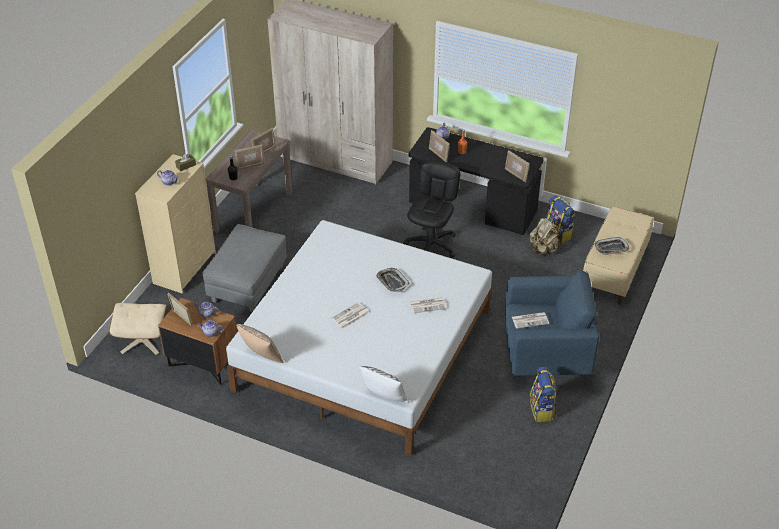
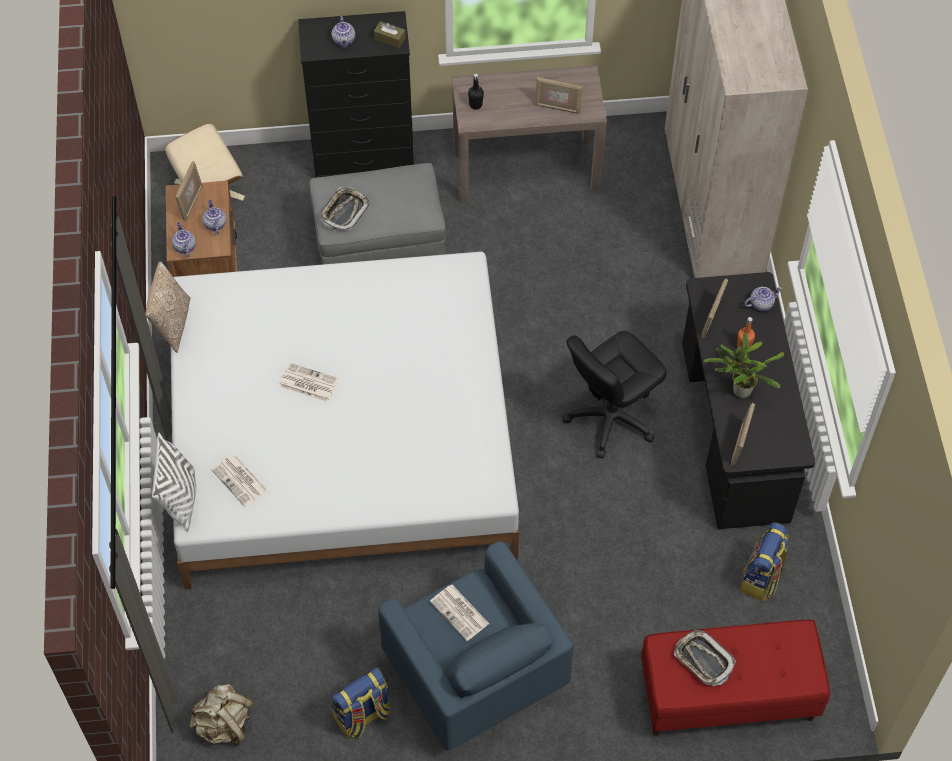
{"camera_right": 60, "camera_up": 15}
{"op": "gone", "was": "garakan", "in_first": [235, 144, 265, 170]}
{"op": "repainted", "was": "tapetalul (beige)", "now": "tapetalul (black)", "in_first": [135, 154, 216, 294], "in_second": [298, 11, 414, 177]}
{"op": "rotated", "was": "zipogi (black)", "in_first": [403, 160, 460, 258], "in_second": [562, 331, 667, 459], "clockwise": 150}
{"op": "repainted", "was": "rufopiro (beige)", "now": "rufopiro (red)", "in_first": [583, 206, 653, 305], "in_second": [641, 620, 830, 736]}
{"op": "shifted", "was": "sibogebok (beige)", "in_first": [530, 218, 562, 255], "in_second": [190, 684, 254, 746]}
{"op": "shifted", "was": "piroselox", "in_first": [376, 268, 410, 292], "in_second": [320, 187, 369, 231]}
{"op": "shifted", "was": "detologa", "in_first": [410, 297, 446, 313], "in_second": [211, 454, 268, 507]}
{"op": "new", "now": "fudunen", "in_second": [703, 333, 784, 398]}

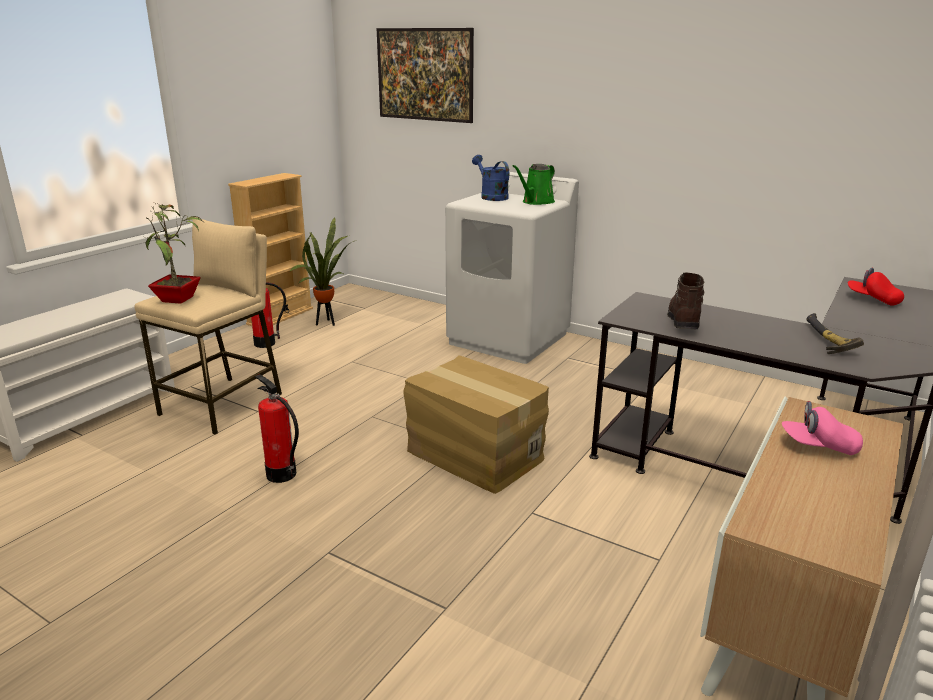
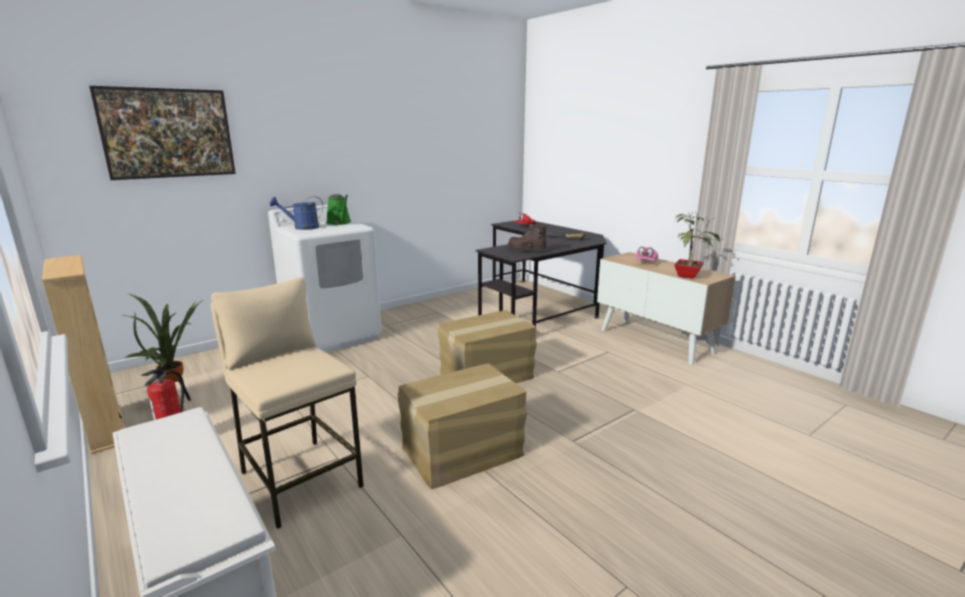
{"camera_right": -70, "camera_up": -5}
{"op": "shifted", "was": "fudunen", "in_first": [145, 203, 203, 304], "in_second": [674, 213, 720, 279]}
{"op": "swapped", "was": "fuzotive", "now": "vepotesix", "in_first": [255, 374, 299, 483], "in_second": [397, 363, 527, 489]}

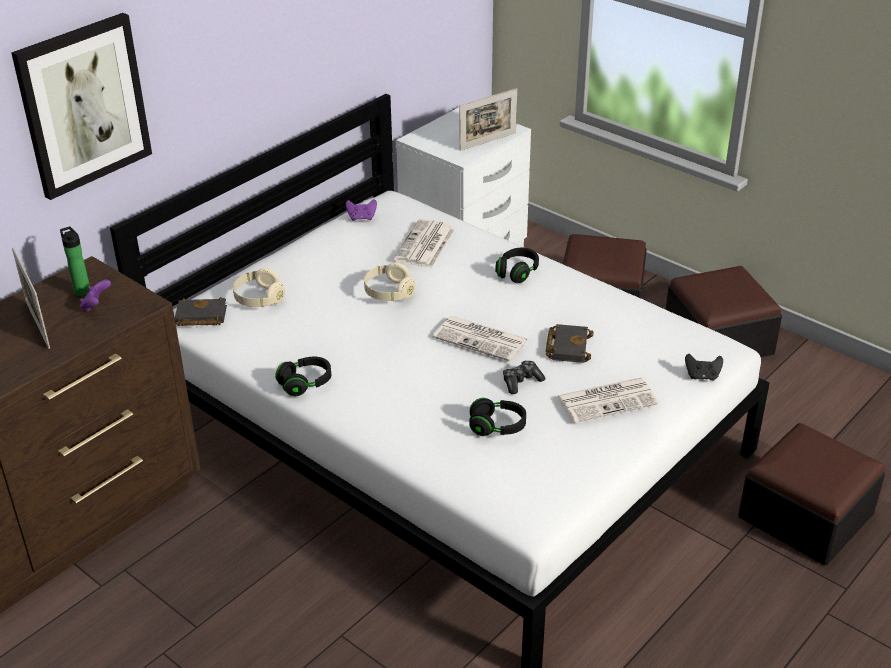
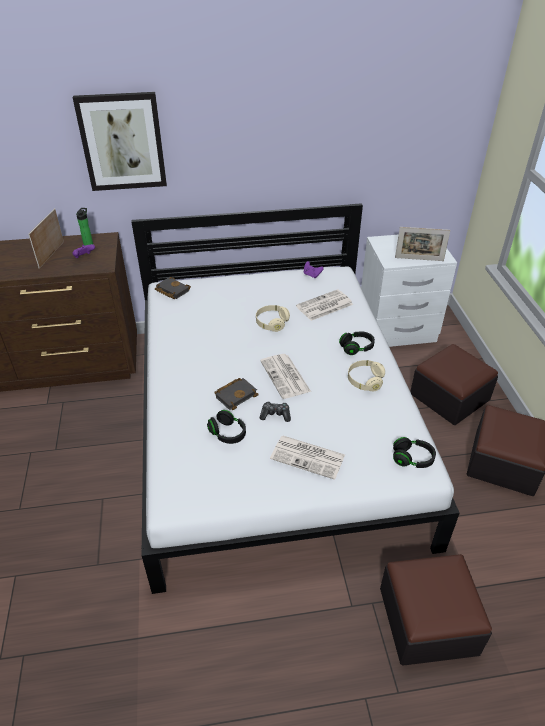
{"camera_right": 40, "camera_up": 5}
{"op": "shifted", "was": "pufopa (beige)", "in_first": [233, 268, 285, 307], "in_second": [348, 360, 385, 392]}
{"op": "shifted", "was": "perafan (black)", "in_first": [546, 324, 594, 363], "in_second": [214, 378, 258, 410]}
{"op": "gone", "was": "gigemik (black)", "in_first": [685, 354, 723, 381]}
{"op": "shifted", "was": "pufopa (black)", "in_first": [275, 357, 331, 396], "in_second": [393, 437, 436, 468]}

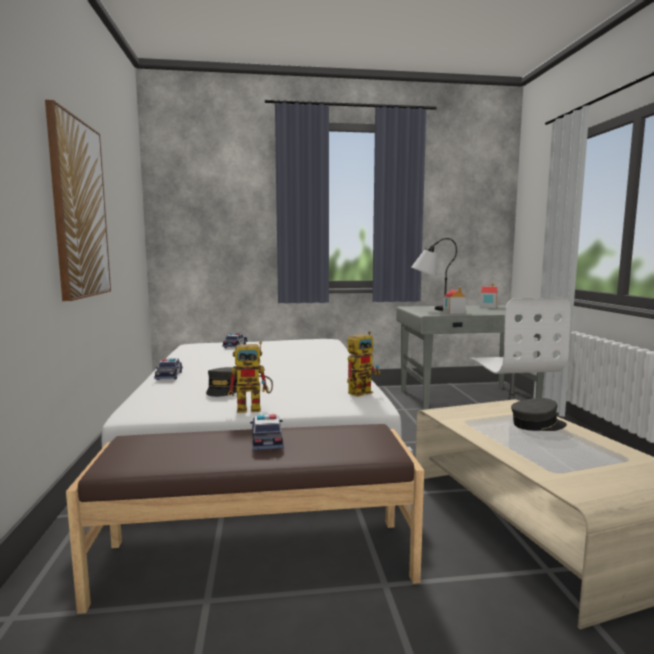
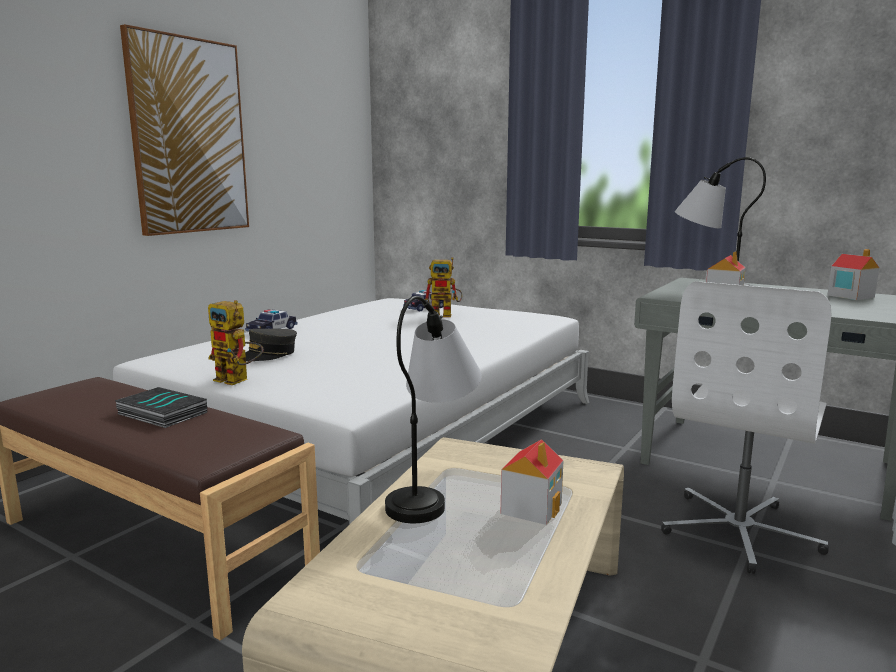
{"camera_right": 40, "camera_up": 5}
{"op": "shifted", "was": "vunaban", "in_first": [347, 331, 380, 397], "in_second": [425, 257, 463, 317]}
{"op": "swapped", "was": "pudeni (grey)", "now": "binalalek", "in_first": [511, 398, 567, 431], "in_second": [500, 439, 564, 525]}
{"op": "swapped", "was": "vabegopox", "now": "perafan", "in_first": [250, 414, 284, 450], "in_second": [115, 387, 207, 428]}
{"op": "new", "now": "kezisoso", "in_second": [385, 296, 481, 523]}

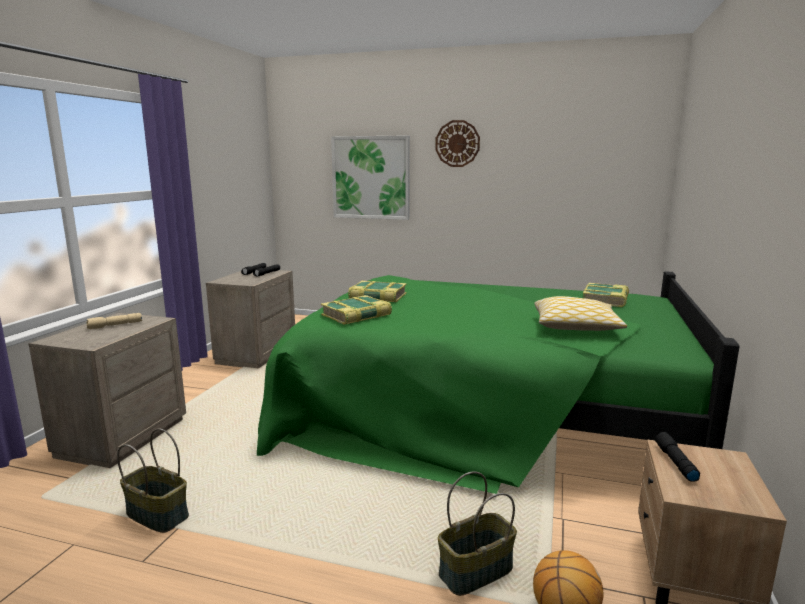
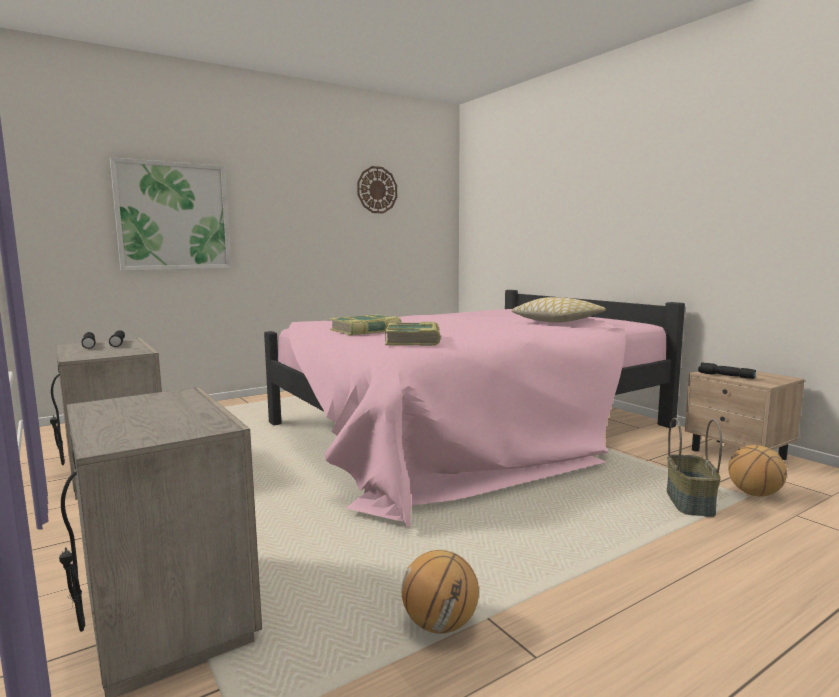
{"camera_right": -50, "camera_up": -5}
{"op": "shifted", "was": "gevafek", "in_first": [435, 120, 480, 167], "in_second": [357, 166, 397, 213]}
{"op": "repainted", "was": "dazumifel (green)", "now": "dazumifel (pink)", "in_first": [257, 271, 740, 494], "in_second": [264, 290, 685, 528]}
{"op": "gone", "was": "perafan", "in_first": [583, 283, 629, 307]}
{"op": "gone", "was": "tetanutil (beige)", "in_first": [86, 313, 142, 329]}
{"op": "swapped", "was": "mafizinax", "now": "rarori", "in_first": [117, 428, 189, 533], "in_second": [402, 550, 479, 634]}

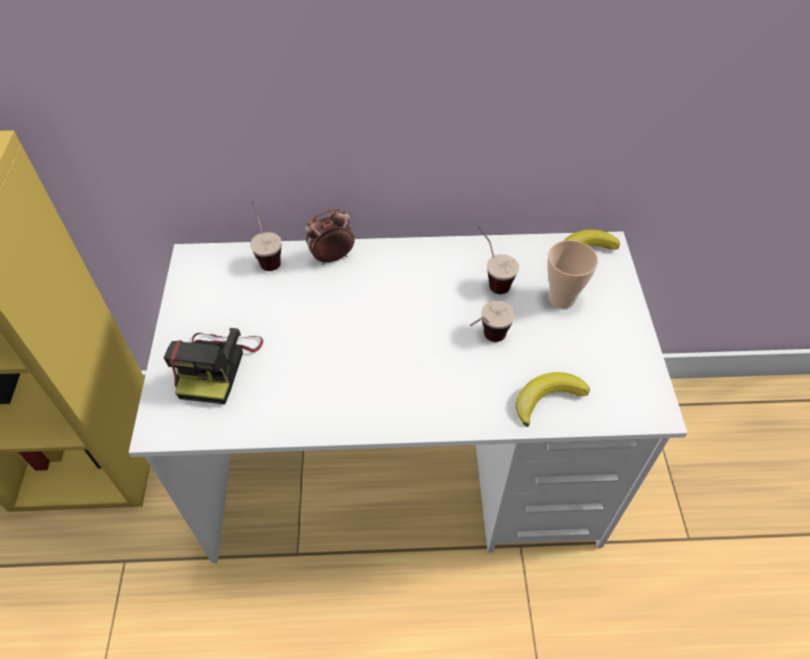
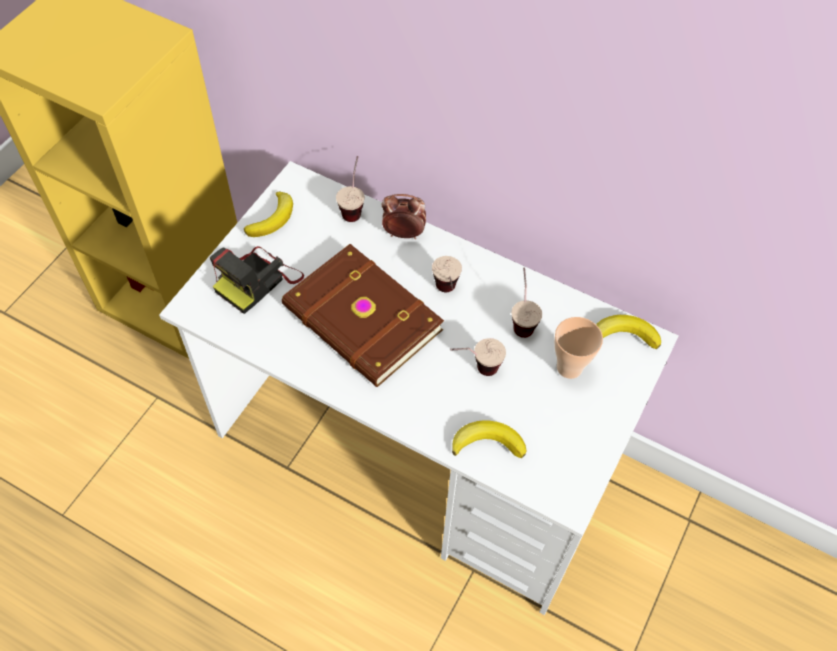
{"camera_right": 30, "camera_up": 5}
{"op": "new", "now": "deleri", "in_second": [244, 191, 293, 237]}
{"op": "new", "now": "perafan (brown)", "in_second": [282, 244, 444, 387]}
{"op": "new", "now": "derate", "in_second": [432, 256, 462, 292]}

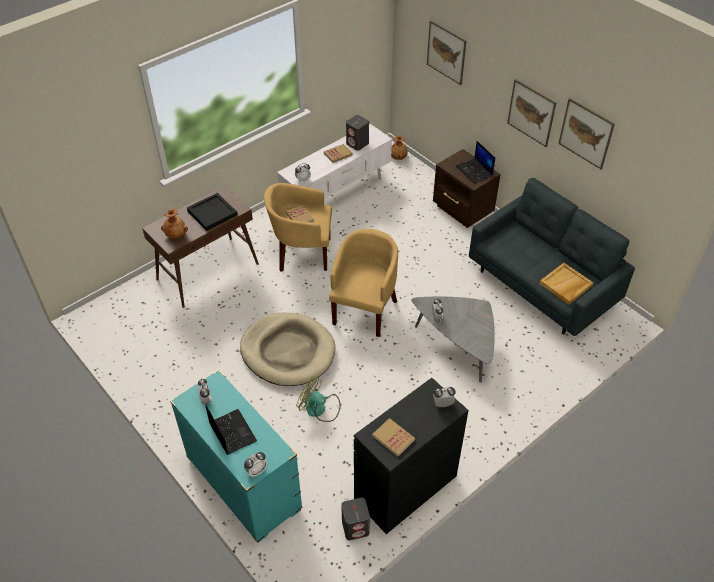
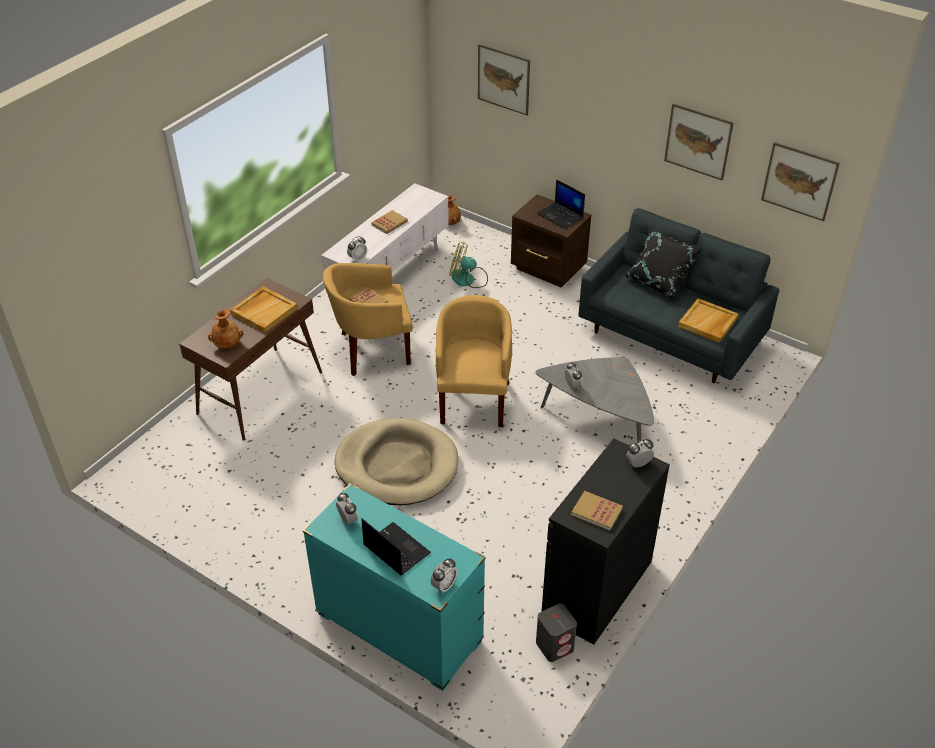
{"camera_right": -15, "camera_up": -5}
{"op": "shifted", "was": "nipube", "in_first": [507, 79, 556, 147], "in_second": [761, 142, 840, 221]}
{"op": "gone", "was": "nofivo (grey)", "in_first": [346, 115, 369, 151]}
{"op": "repainted", "was": "piroselox (black)", "now": "piroselox (beige)", "in_first": [187, 193, 238, 231], "in_second": [230, 286, 298, 333]}
{"op": "shifted", "was": "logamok", "in_first": [296, 376, 340, 422], "in_second": [449, 242, 488, 288]}
{"op": "new", "now": "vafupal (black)", "in_second": [623, 231, 702, 301]}

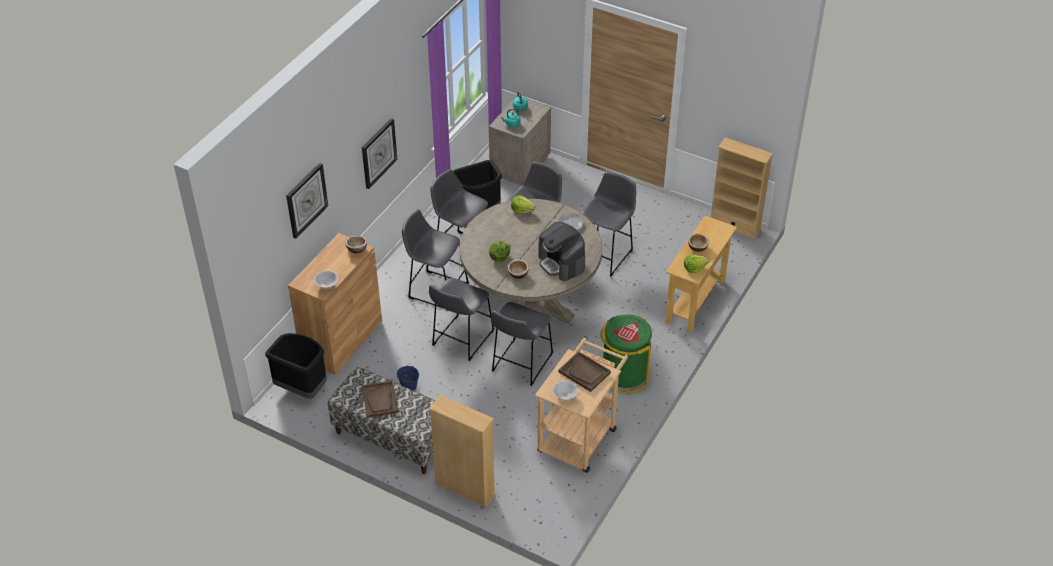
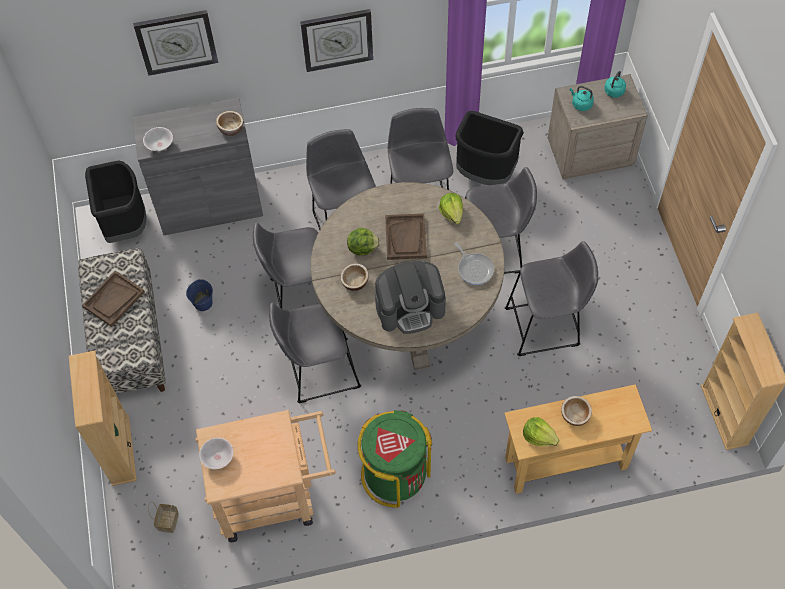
{"camera_right": 50, "camera_up": 15}
{"op": "rotated", "was": "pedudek", "in_first": [539, 222, 585, 281], "in_second": [375, 261, 446, 334], "clockwise": -120}
{"op": "repainted", "was": "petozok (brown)", "now": "petozok (grey)", "in_first": [288, 233, 382, 375], "in_second": [132, 98, 263, 235]}
{"op": "shifted", "was": "piroselox (brown)", "in_first": [559, 351, 611, 392], "in_second": [385, 213, 427, 260]}
{"op": "new", "now": "mafizinax", "in_second": [148, 502, 179, 533]}

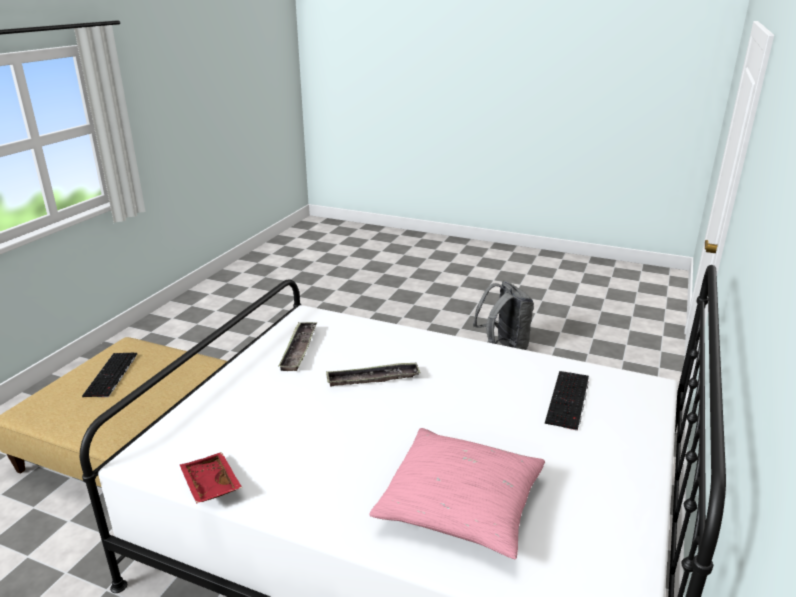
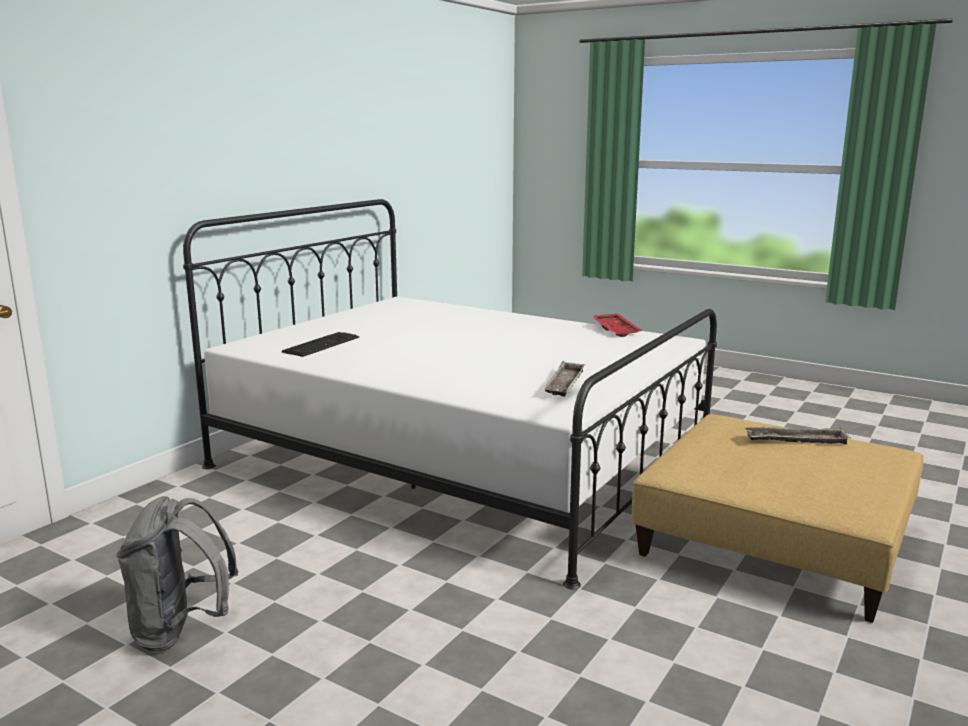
{"camera_right": -170, "camera_up": -10}
{"op": "gone", "was": "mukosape", "in_first": [82, 353, 137, 397]}
{"op": "shifted", "was": "piroselox", "in_first": [326, 362, 421, 387], "in_second": [744, 427, 851, 445]}
{"op": "gone", "was": "vafupal (pink)", "in_first": [369, 428, 545, 559]}

